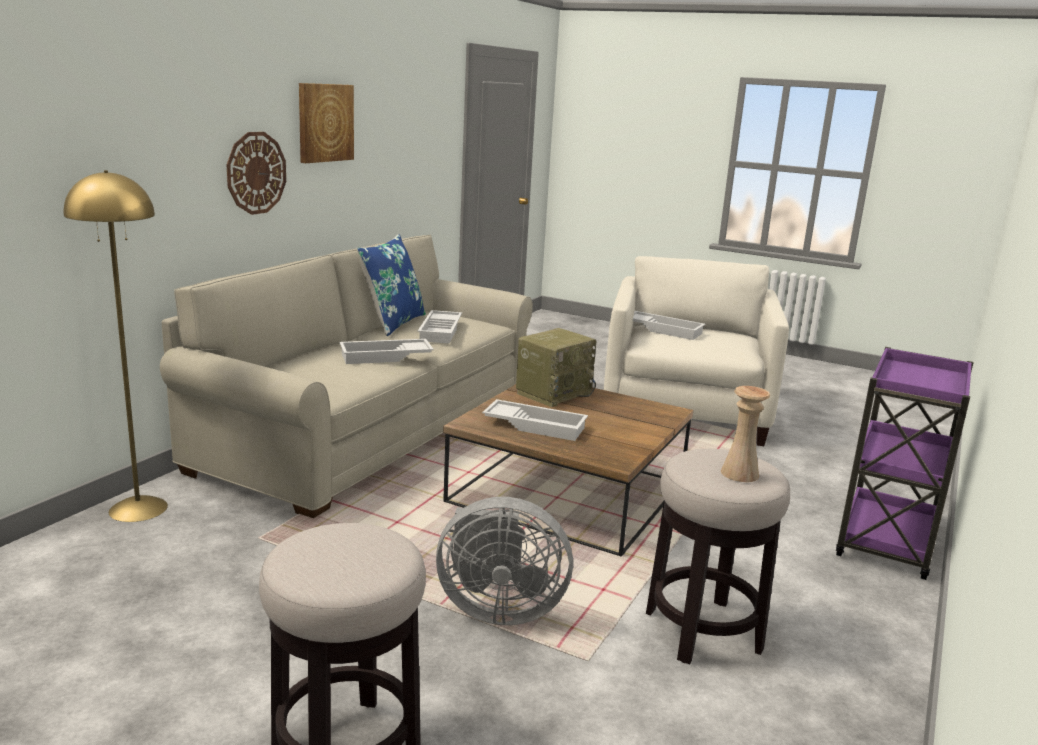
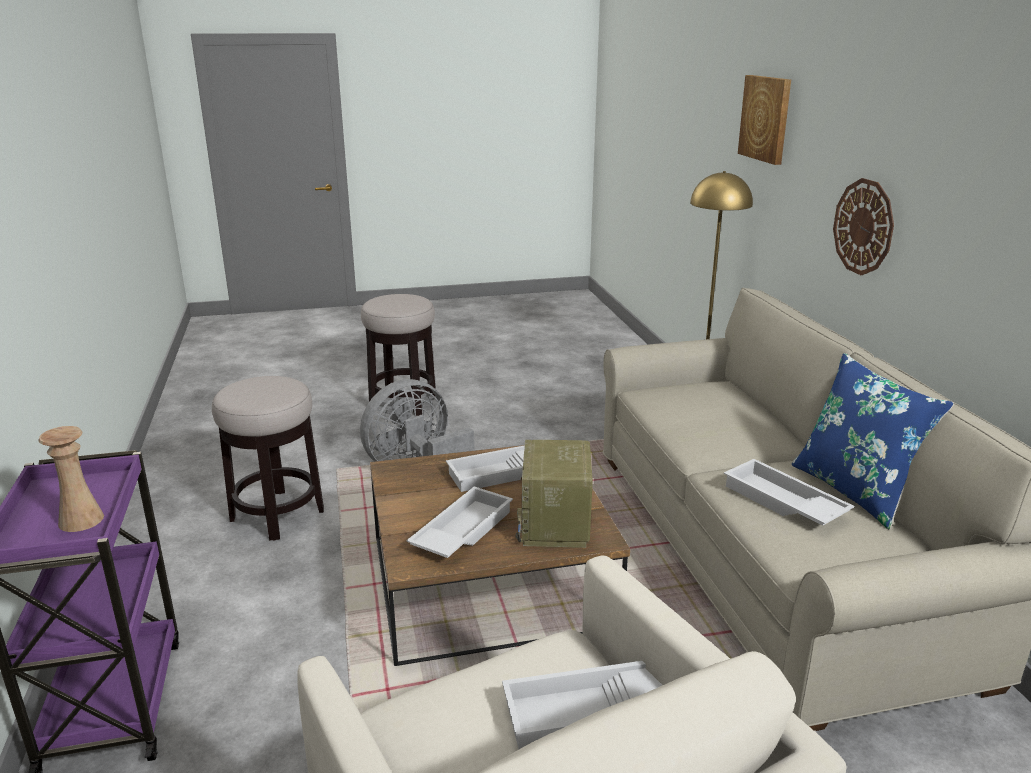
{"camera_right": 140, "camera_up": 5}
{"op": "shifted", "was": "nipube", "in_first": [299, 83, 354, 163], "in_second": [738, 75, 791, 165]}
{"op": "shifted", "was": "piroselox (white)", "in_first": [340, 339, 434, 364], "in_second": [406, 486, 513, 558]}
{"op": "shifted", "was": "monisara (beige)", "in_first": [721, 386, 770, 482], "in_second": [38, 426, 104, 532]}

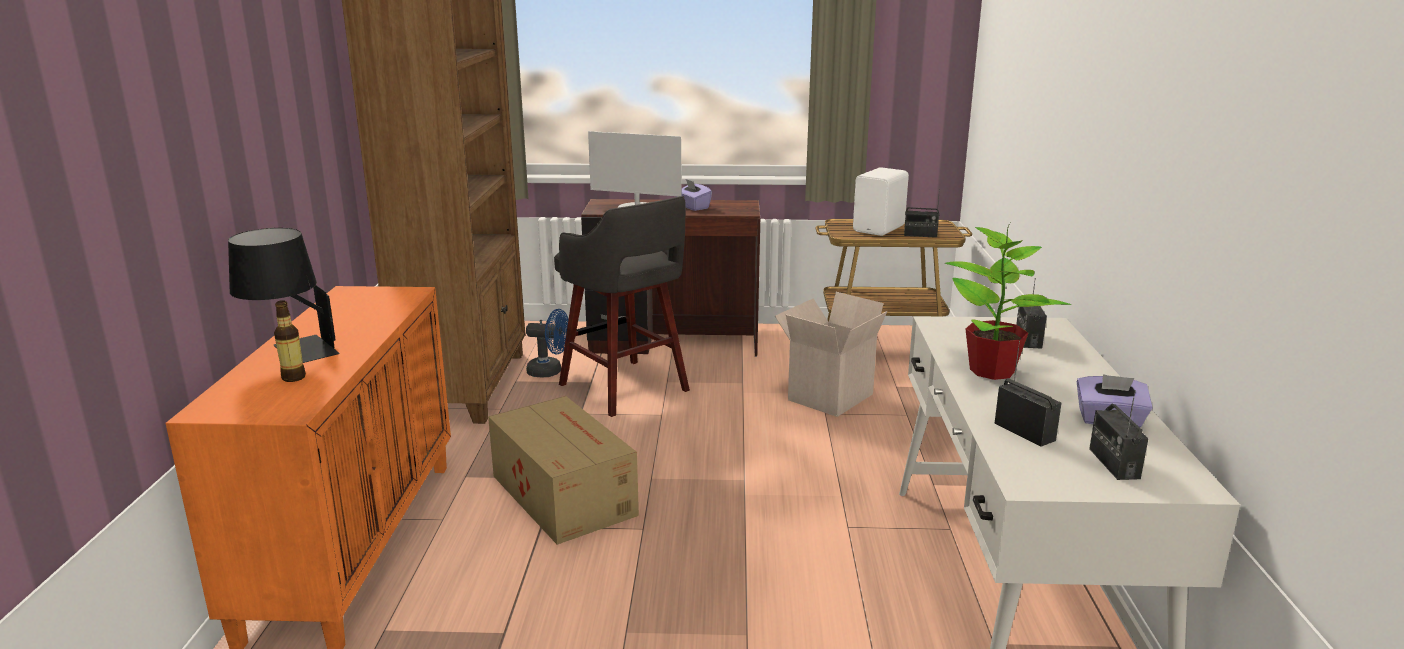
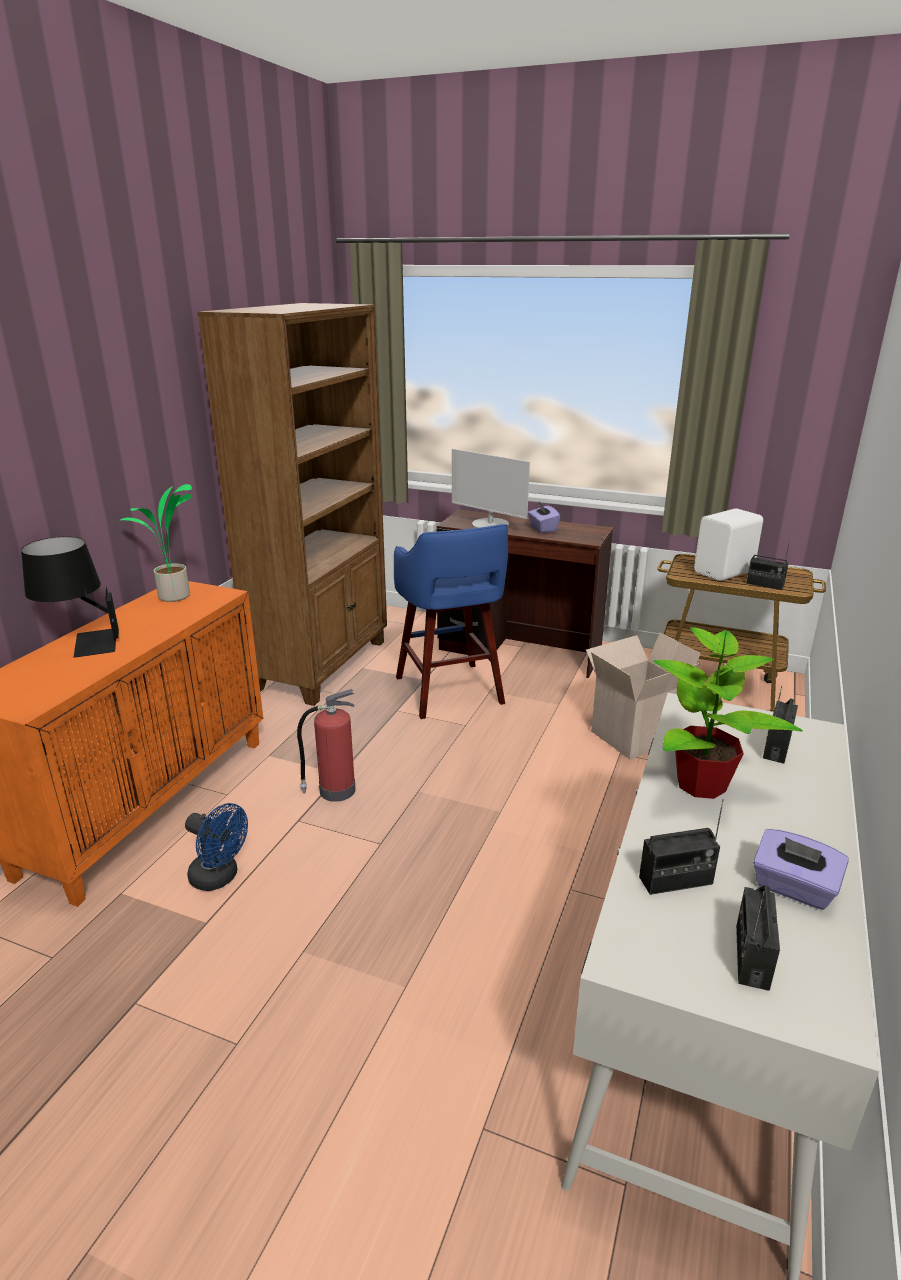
{"camera_right": 20, "camera_up": 5}
{"op": "repainted", "was": "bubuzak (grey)", "now": "bubuzak (blue)", "in_first": [554, 196, 690, 417], "in_second": [394, 524, 508, 719]}
{"op": "gone", "was": "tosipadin", "in_first": [274, 300, 306, 382]}
{"op": "shifted", "was": "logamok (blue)", "in_first": [526, 309, 569, 377], "in_second": [185, 803, 248, 891]}
{"op": "rotated", "was": "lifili", "in_first": [995, 341, 1062, 447], "in_second": [639, 799, 724, 895], "clockwise": 90}
{"op": "swapped", "was": "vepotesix", "now": "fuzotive", "in_first": [488, 396, 639, 545], "in_second": [297, 689, 356, 802]}
{"op": "new", "now": "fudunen", "in_second": [119, 484, 192, 602]}

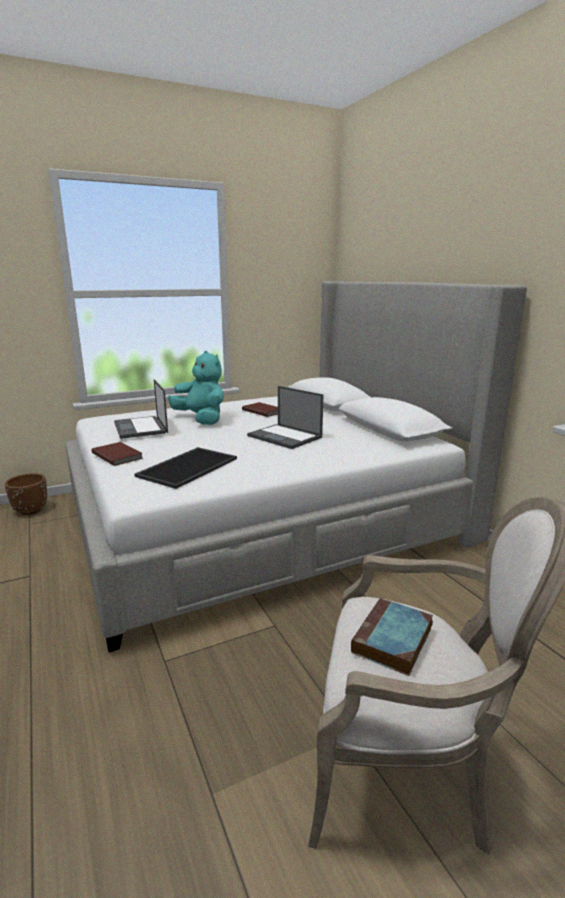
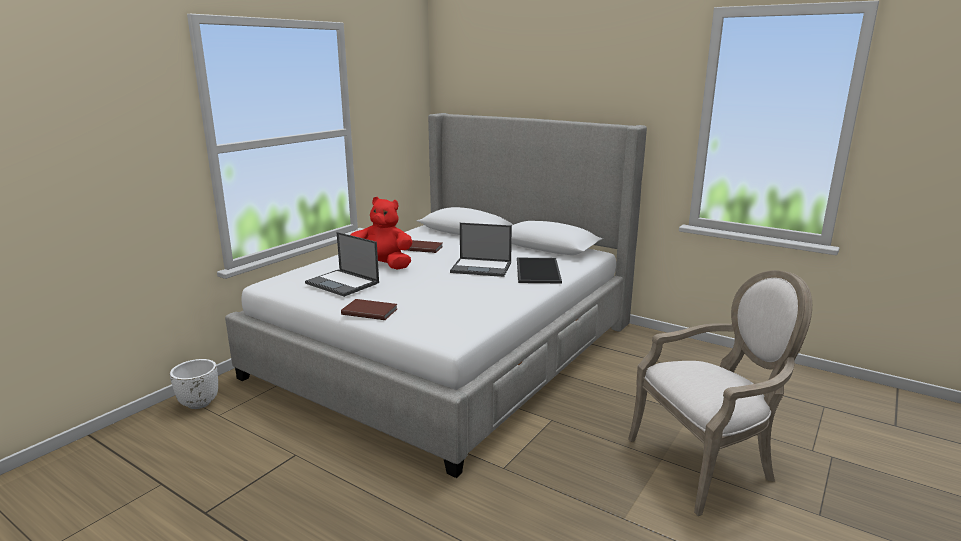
{"camera_right": -30, "camera_up": 0}
{"op": "repainted", "was": "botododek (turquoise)", "now": "botododek (red)", "in_first": [168, 351, 224, 425], "in_second": [351, 197, 413, 270]}
{"op": "shifted", "was": "piroselox", "in_first": [134, 447, 237, 489], "in_second": [517, 258, 562, 284]}
{"op": "repainted", "was": "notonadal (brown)", "now": "notonadal (white)", "in_first": [5, 473, 47, 515], "in_second": [170, 359, 218, 409]}
{"op": "gone", "was": "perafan", "in_first": [351, 598, 433, 676]}

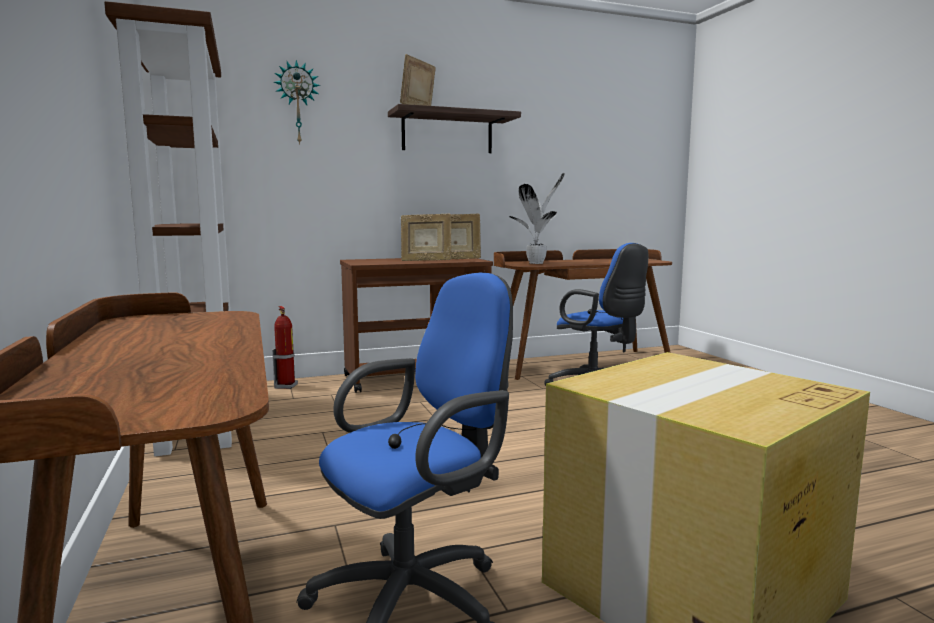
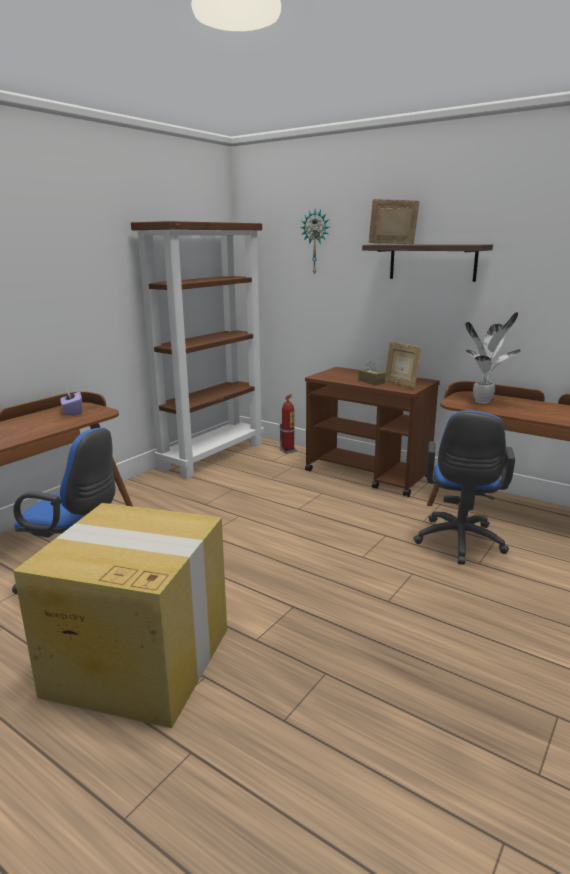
{"camera_right": 55, "camera_up": 10}
{"op": "swapped", "was": "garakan", "now": "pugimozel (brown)", "in_first": [401, 214, 451, 261], "in_second": [358, 361, 385, 385]}
{"op": "new", "now": "pugimozel (purple)", "in_second": [60, 389, 82, 415]}

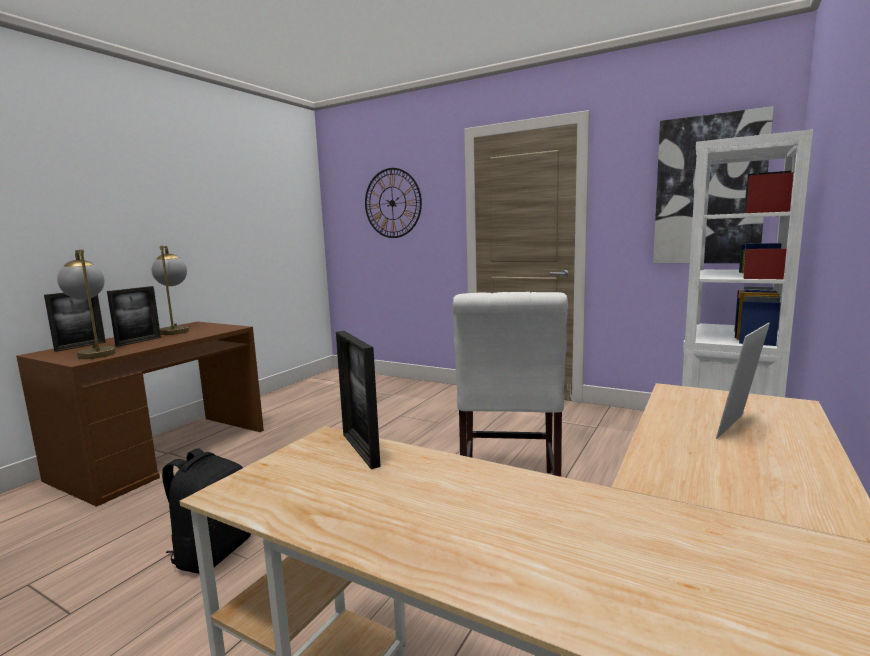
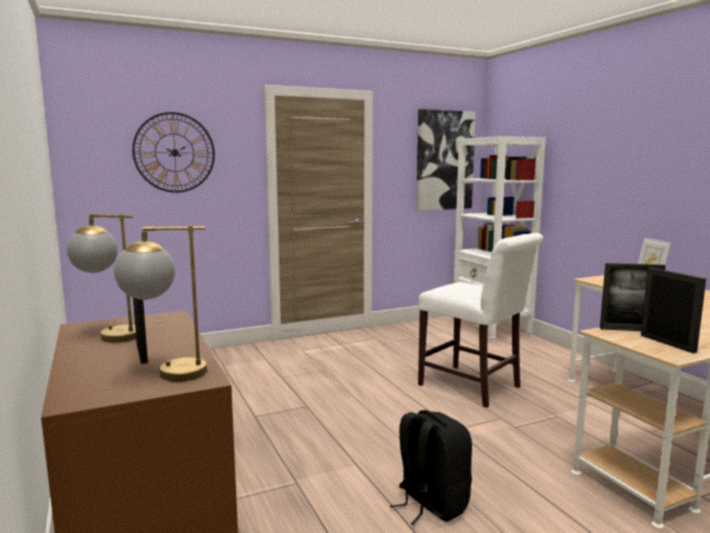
{"camera_right": -55, "camera_up": 0}
{"op": "shifted", "was": "garakan", "in_first": [44, 293, 106, 352], "in_second": [641, 268, 706, 353]}

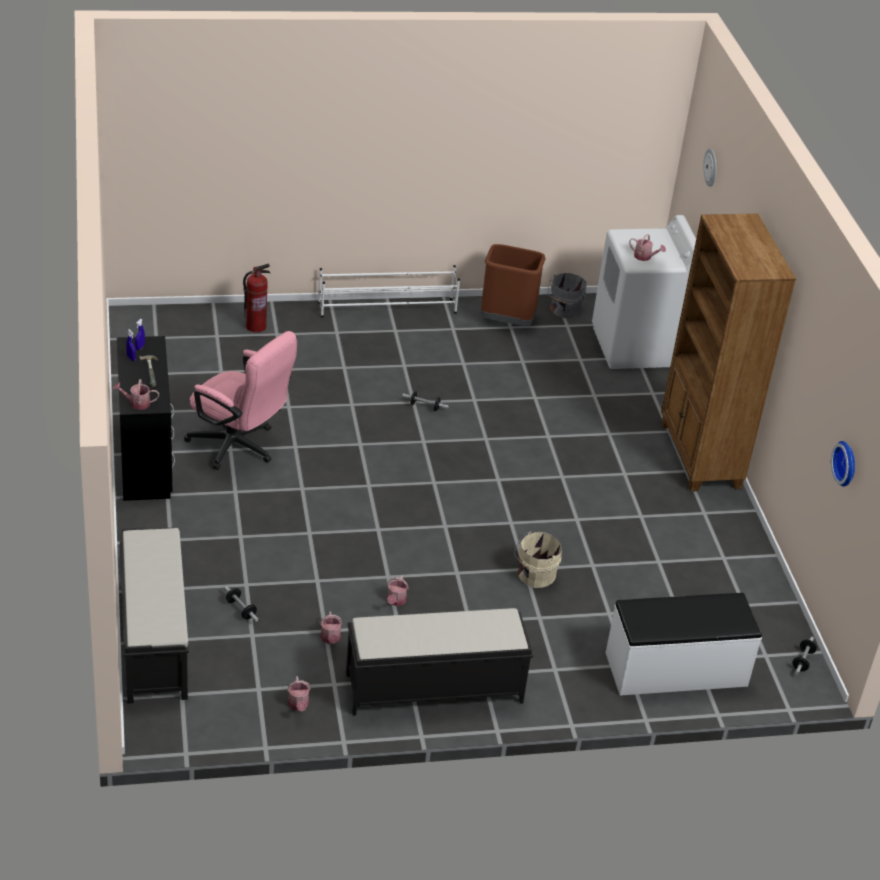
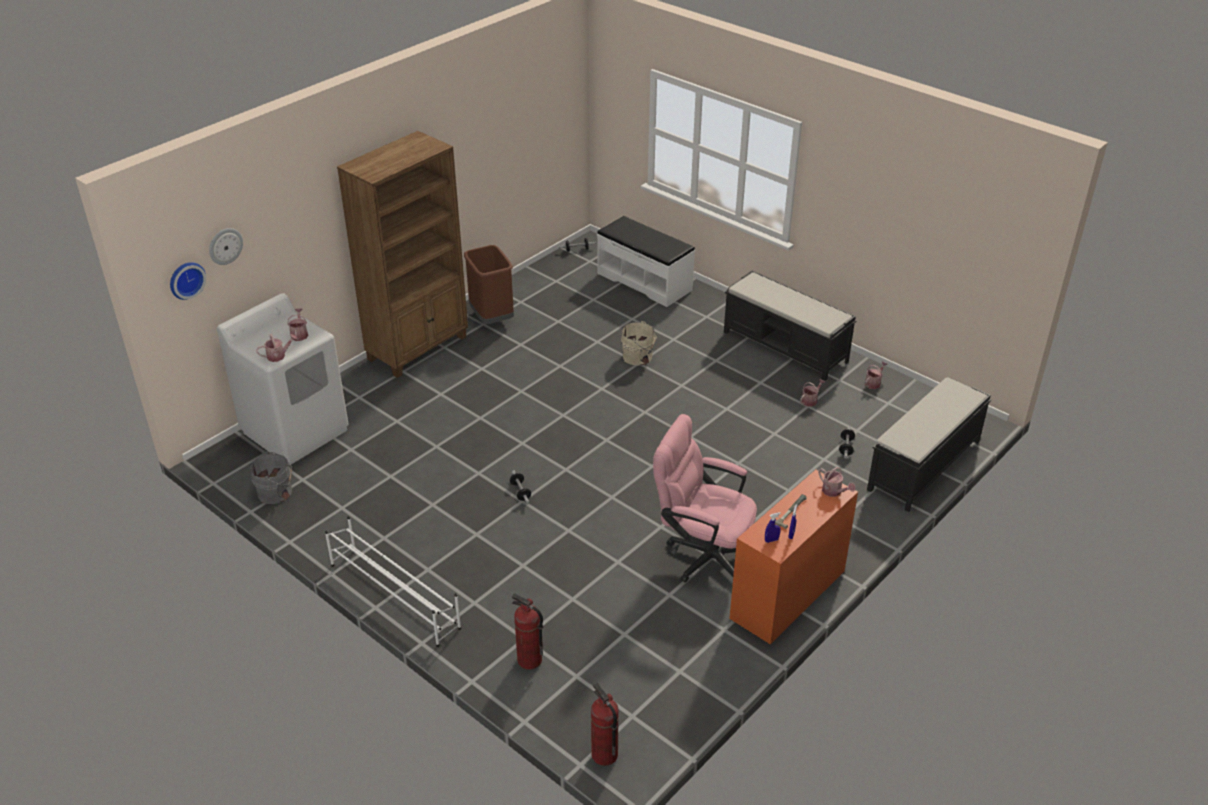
{"camera_right": -125, "camera_up": 0}
{"op": "shifted", "was": "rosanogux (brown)", "in_first": [480, 244, 546, 326], "in_second": [464, 245, 514, 324]}
{"op": "rotated", "was": "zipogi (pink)", "in_first": [184, 331, 297, 470], "in_second": [653, 414, 757, 582], "clockwise": -60}
{"op": "repainted", "was": "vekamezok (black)", "now": "vekamezok (orange)", "in_first": [117, 336, 175, 501], "in_second": [729, 470, 858, 644]}
{"op": "shifted", "was": "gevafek", "in_first": [831, 441, 855, 487], "in_second": [170, 262, 206, 300]}
{"op": "shifted", "was": "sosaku", "in_first": [387, 575, 409, 606], "in_second": [256, 334, 297, 362]}
{"op": "new", "now": "fuzotive", "in_second": [591, 683, 619, 766]}

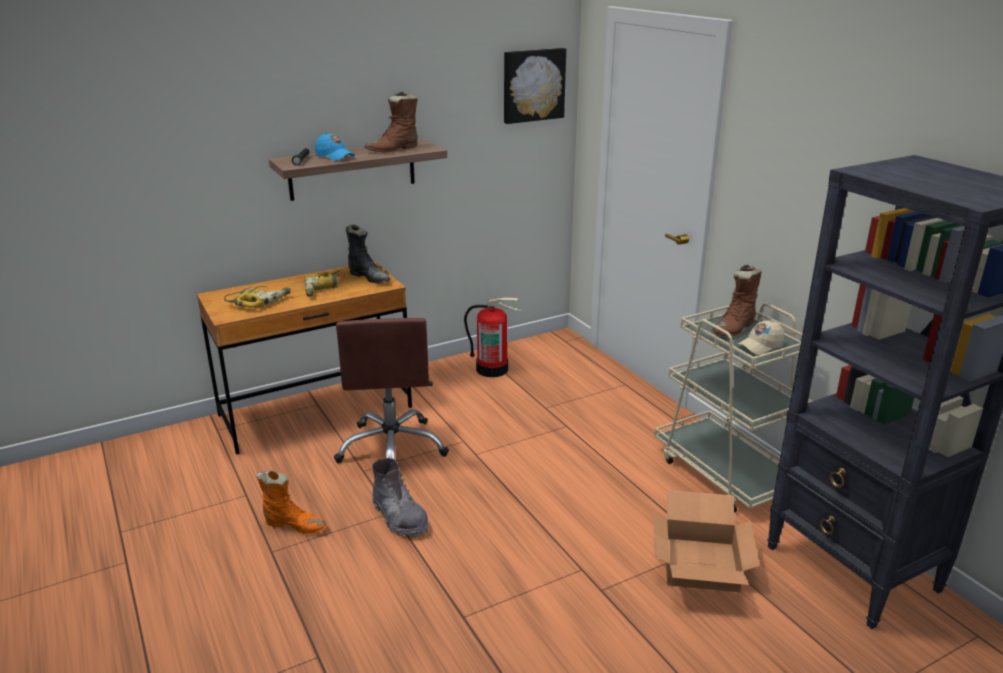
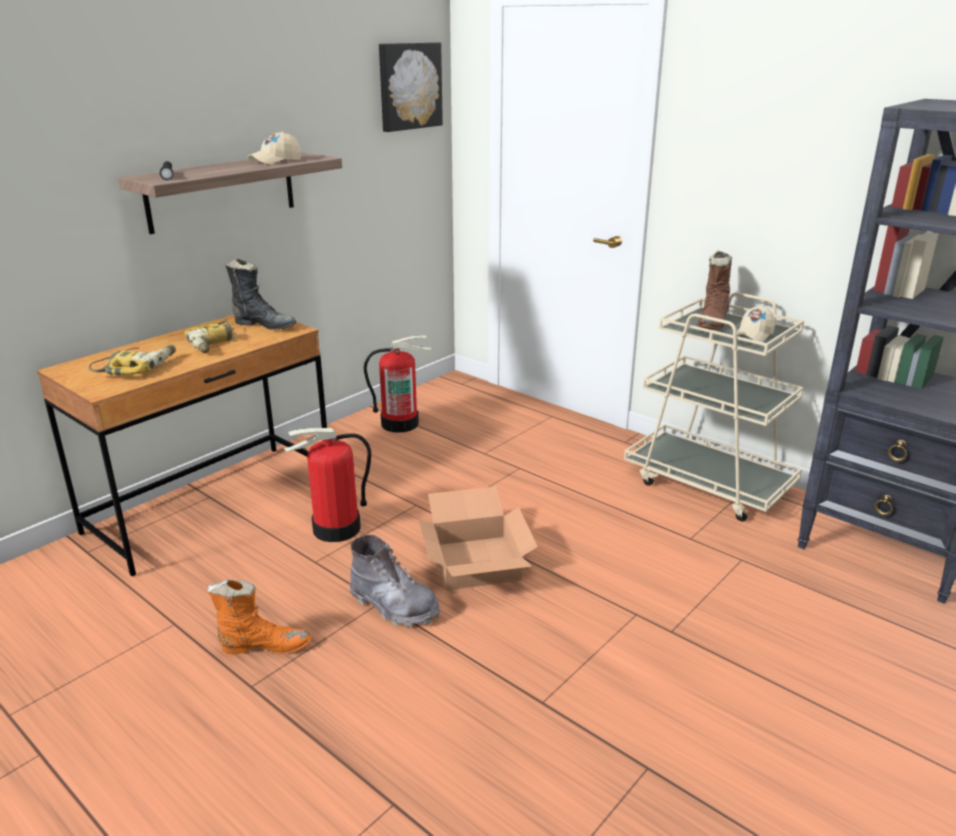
{"camera_right": -20, "camera_up": 0}
{"op": "swapped", "was": "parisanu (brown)", "now": "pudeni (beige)", "in_first": [364, 91, 418, 152], "in_second": [248, 131, 301, 164]}
{"op": "gone", "was": "pudeni (blue)", "in_first": [315, 133, 355, 161]}
{"op": "swapped", "was": "zipogi (brown)", "now": "fuzotive", "in_first": [334, 318, 449, 463], "in_second": [284, 428, 371, 542]}
{"op": "shifted", "was": "vepotesix", "in_first": [653, 490, 760, 592], "in_second": [418, 486, 538, 590]}

